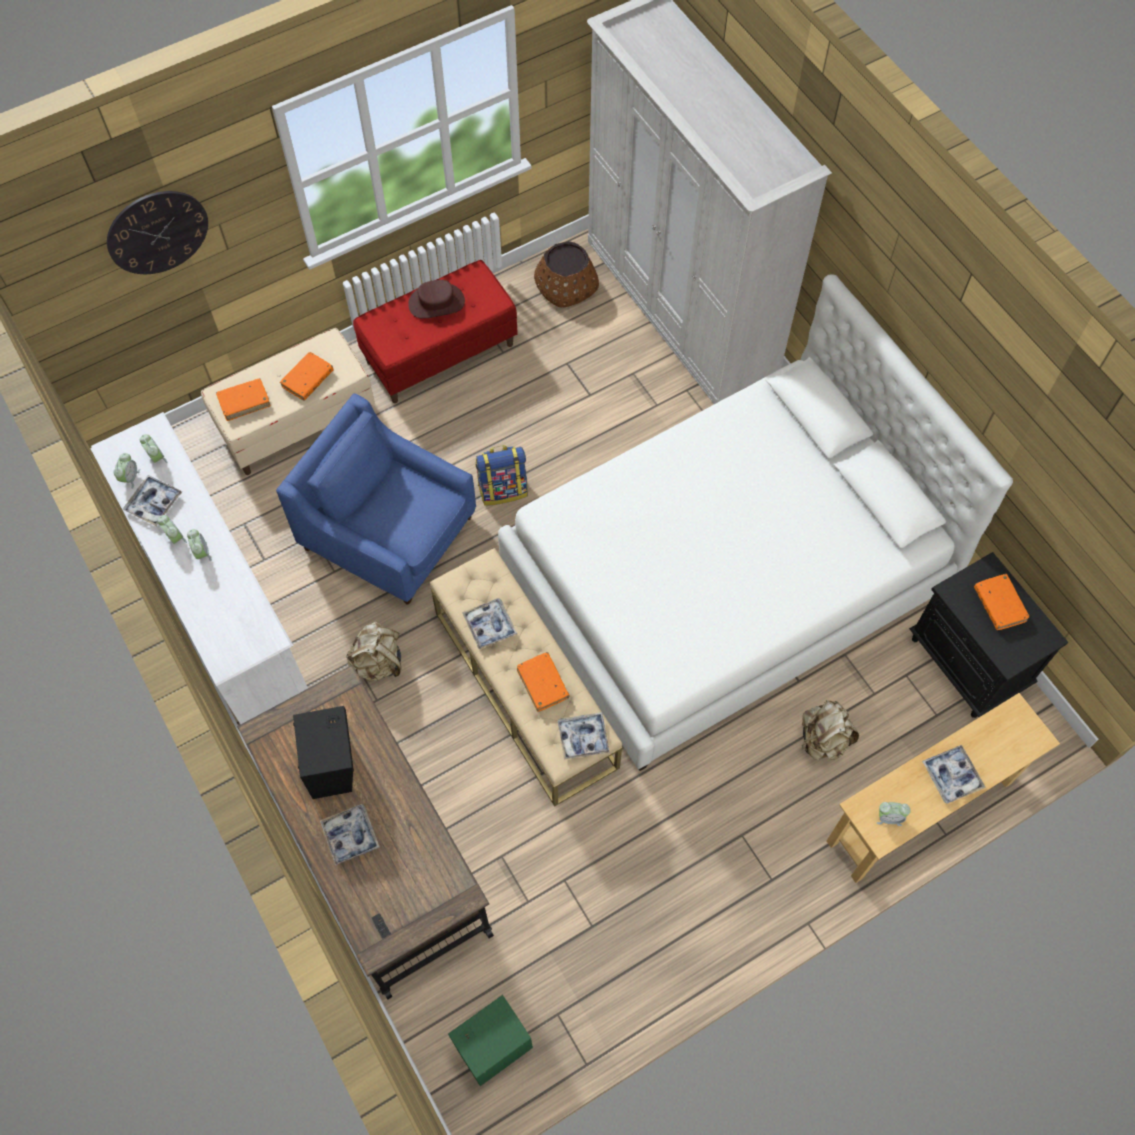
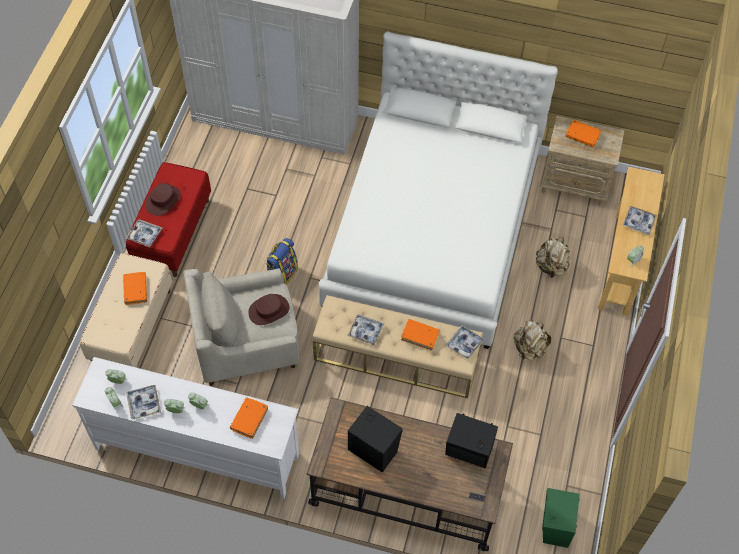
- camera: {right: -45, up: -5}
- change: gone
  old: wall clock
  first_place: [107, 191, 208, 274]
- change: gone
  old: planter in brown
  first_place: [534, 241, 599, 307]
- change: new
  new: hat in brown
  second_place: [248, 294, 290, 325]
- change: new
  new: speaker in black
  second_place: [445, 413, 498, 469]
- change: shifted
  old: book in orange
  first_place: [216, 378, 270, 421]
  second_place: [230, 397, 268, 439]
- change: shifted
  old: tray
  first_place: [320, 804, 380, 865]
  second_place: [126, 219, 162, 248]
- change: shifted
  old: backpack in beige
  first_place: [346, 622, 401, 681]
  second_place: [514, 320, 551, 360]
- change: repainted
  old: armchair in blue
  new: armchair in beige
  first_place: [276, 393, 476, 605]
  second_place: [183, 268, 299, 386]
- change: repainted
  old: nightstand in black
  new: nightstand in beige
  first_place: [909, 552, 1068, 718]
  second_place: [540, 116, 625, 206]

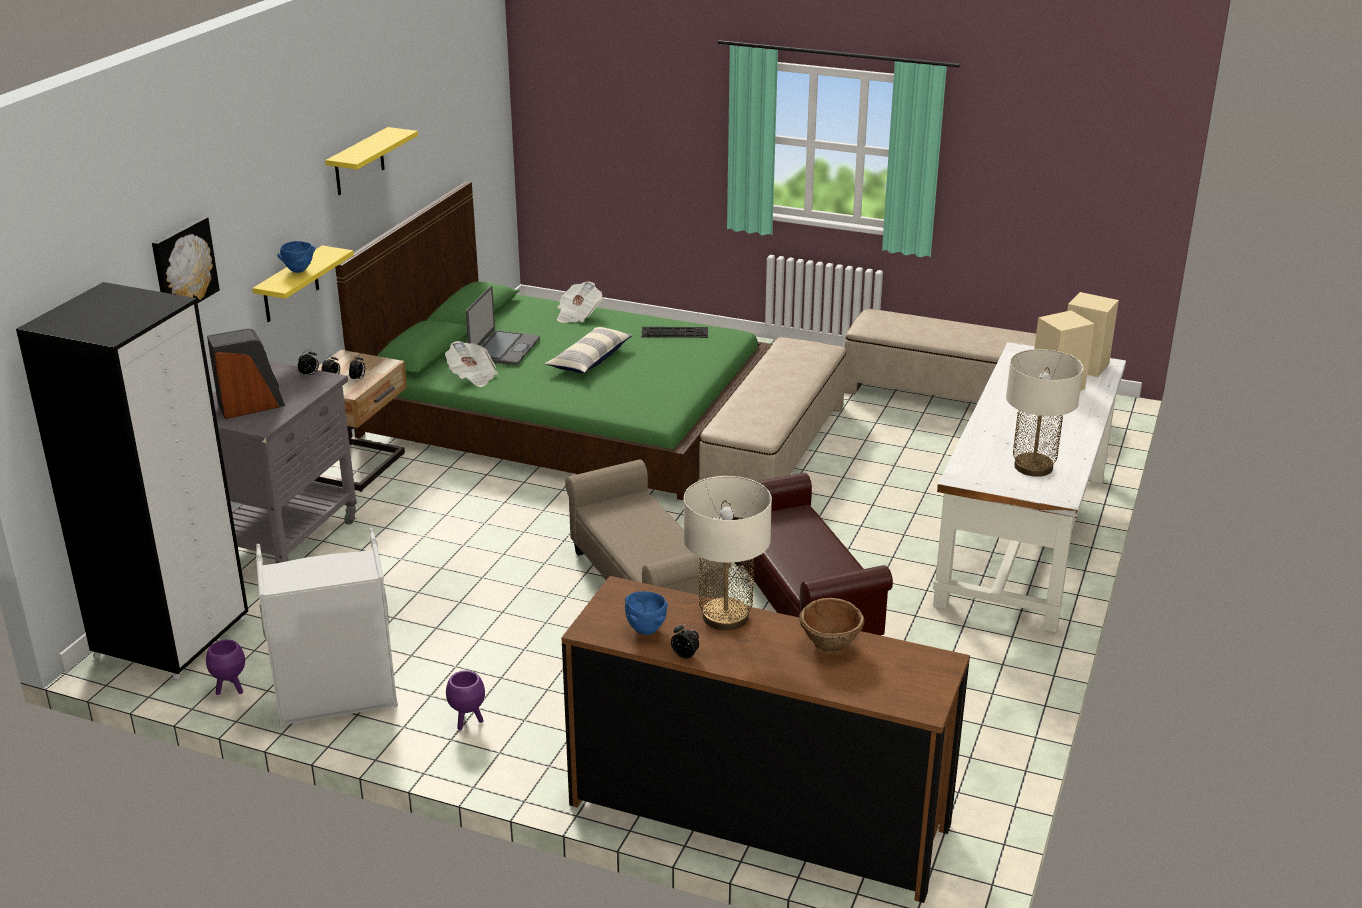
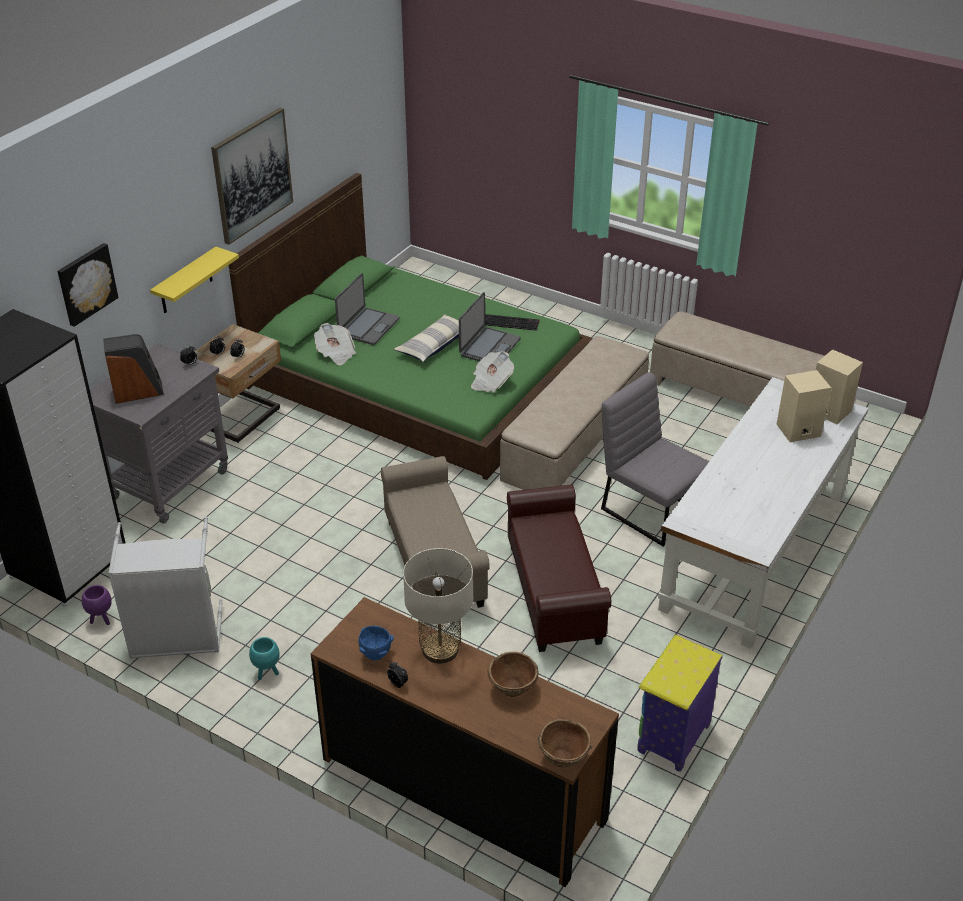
- camera: {right: 10, up: 10}
- change: gone
  old: bowl in blue
  first_place: [278, 241, 316, 273]
- change: gone
  old: table lamp
  first_place: [1006, 349, 1084, 477]
- change: new
  new: laptop
  second_place: [459, 292, 521, 361]
- change: new
  new: bowl in brown
  second_place: [538, 719, 592, 767]
- change: new
  new: chair in grey
  second_place: [601, 372, 709, 546]
- change: new
  new: nightstand
  second_place: [637, 635, 723, 772]
- change: shifted
  old: newspaper
  first_place: [557, 282, 602, 323]
  second_place: [471, 351, 514, 393]
- change: swapped
  old: shelf in yellow
  new: picture
  first_place: [325, 127, 418, 195]
  second_place: [211, 108, 293, 245]
- change: repainted
  old: planter in purple
  new: planter in turquoise
  first_place: [446, 670, 485, 730]
  second_place: [249, 637, 280, 680]

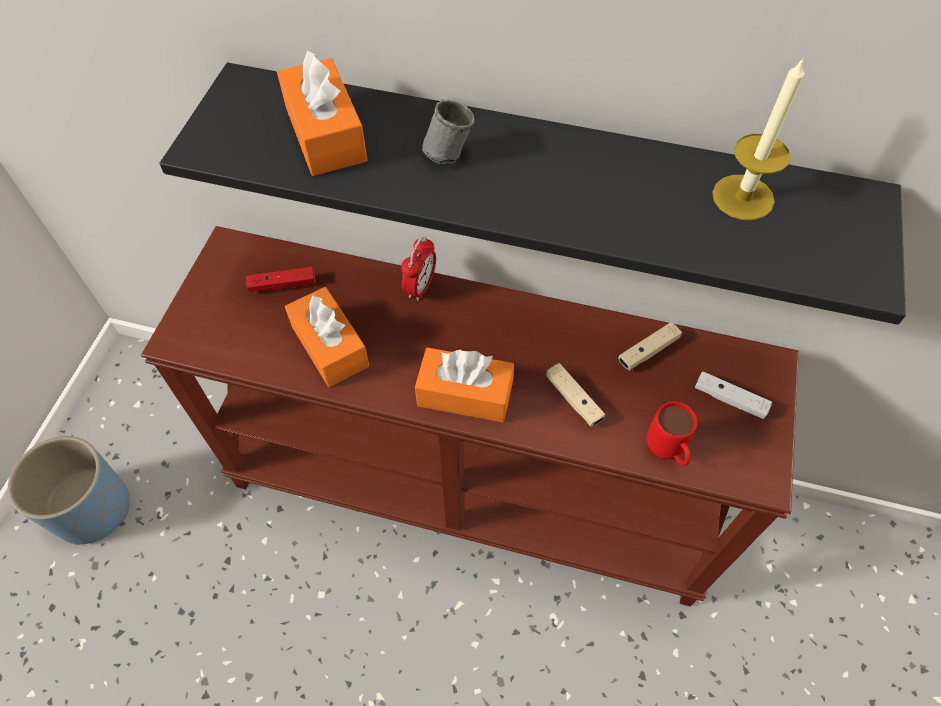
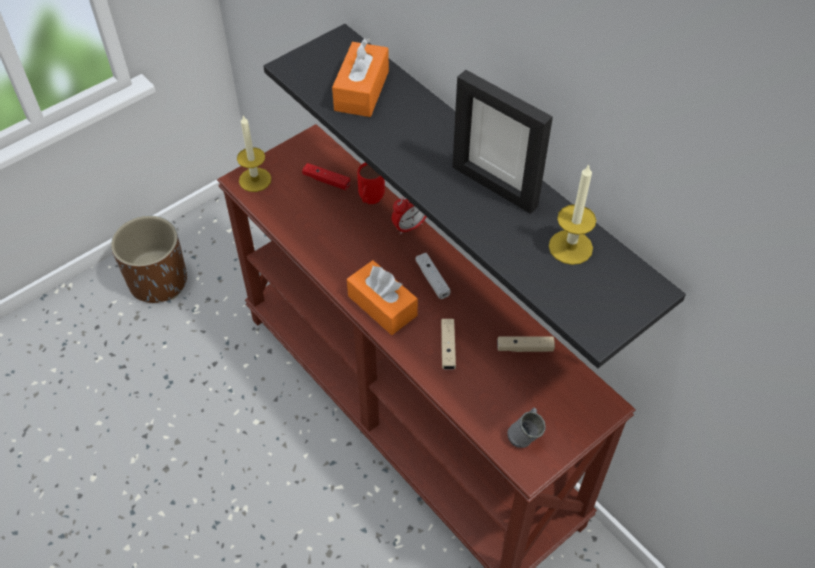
- camera: {right: 35, up: -5}
- change: gone
  old: tissue box in orange
  first_place: [285, 287, 369, 387]
- change: new
  new: candle
  second_place: [237, 116, 271, 192]
- change: new
  new: picture frame
  second_place: [452, 70, 553, 214]
- change: shifted
  old: mug in grey
  first_place: [422, 99, 475, 165]
  second_place: [507, 408, 546, 448]
- change: shifted
  old: mug in red
  first_place: [647, 402, 697, 466]
  second_place: [357, 162, 385, 204]
- change: shifted
  old: game controller in white
  first_place: [695, 371, 772, 419]
  second_place: [415, 253, 451, 299]
- change: repainted
  old: planter in blue
  new: planter in brown
  first_place: [8, 436, 129, 545]
  second_place: [111, 216, 187, 303]

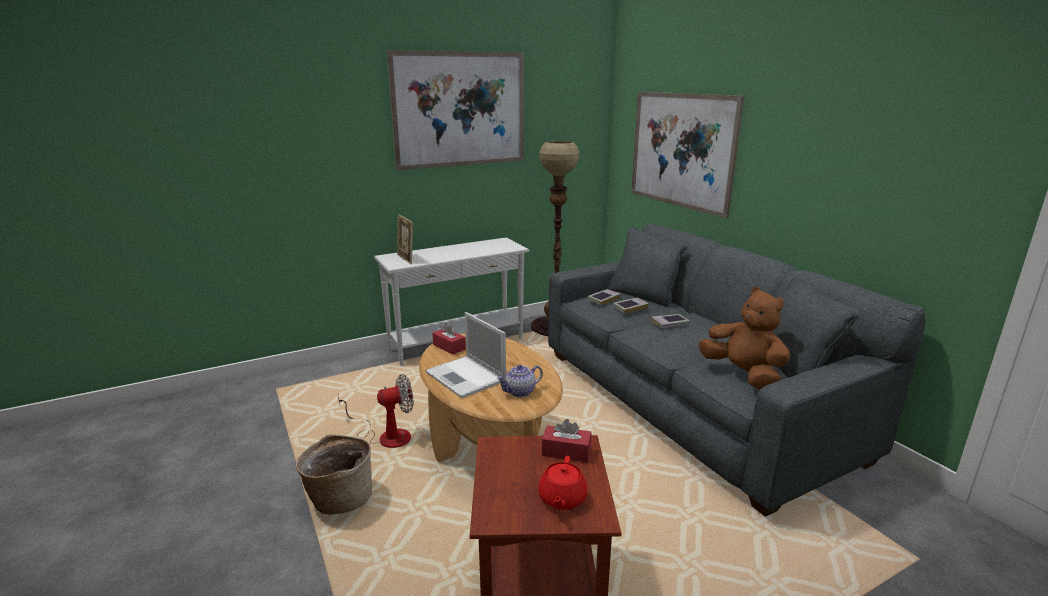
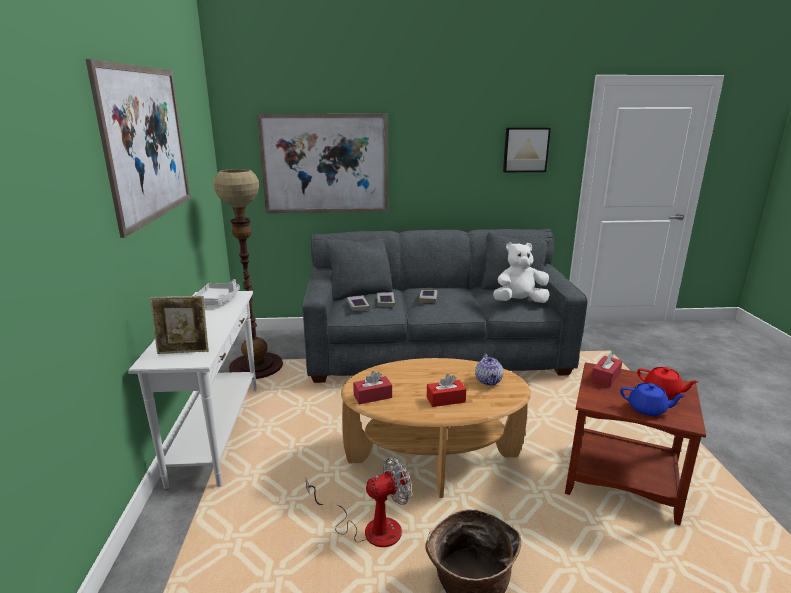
- camera: {right: -65, up: 0}
- change: new
  new: tray in grey
  second_place: [194, 279, 240, 305]
- change: new
  new: picture
  second_place: [503, 127, 551, 172]
- change: new
  new: teapot in blue
  second_place: [620, 383, 686, 416]
- change: swapped
  old: laptop
  new: tissue box in red
  first_place: [425, 312, 506, 398]
  second_place: [427, 374, 466, 407]
- change: repainted
  old: plush toy in brown
  new: plush toy in white
  first_place: [699, 287, 790, 389]
  second_place: [493, 242, 550, 303]
- change: rotated
  old: fan
  first_place: [338, 374, 414, 448]
  second_place: [306, 457, 411, 547]
  degrees: 60

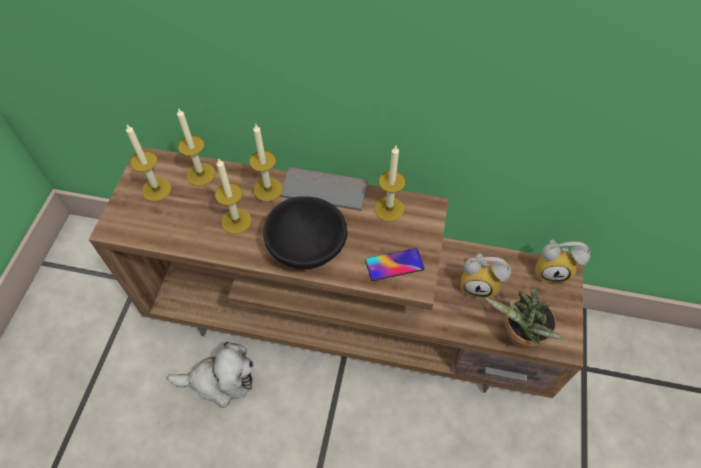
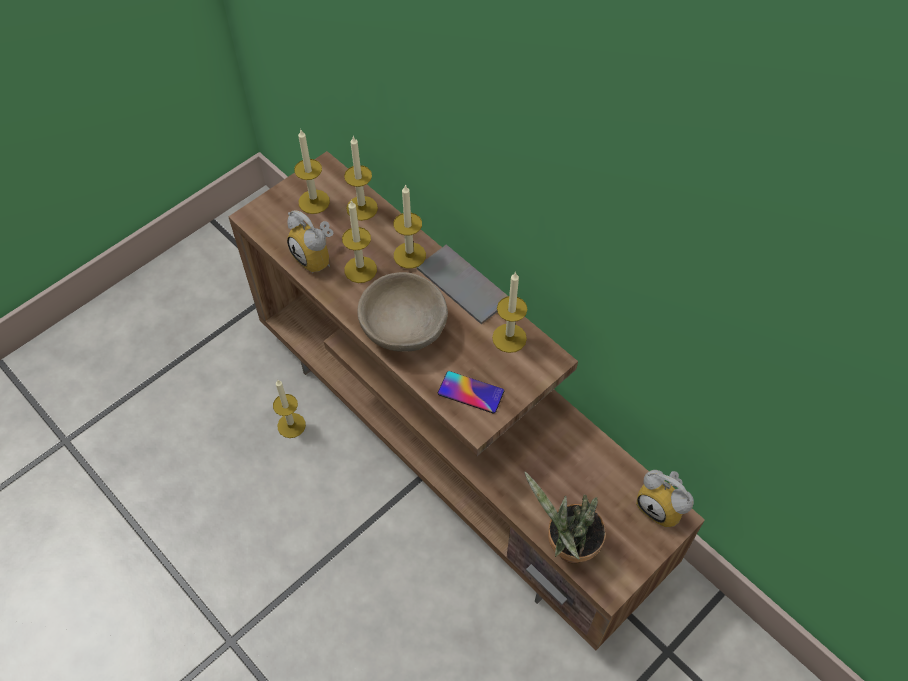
- camera: {right: 35, up: 0}
- change: shifted
  old: alarm clock
  first_place: [460, 253, 511, 298]
  second_place: [287, 210, 333, 273]
- change: swapped
  old: plush toy
  new: candle
  first_place: [167, 342, 254, 408]
  second_place: [273, 379, 306, 438]
- change: repainted
  old: bowl in black
  new: bowl in beige
  first_place: [263, 196, 347, 269]
  second_place: [357, 272, 448, 352]

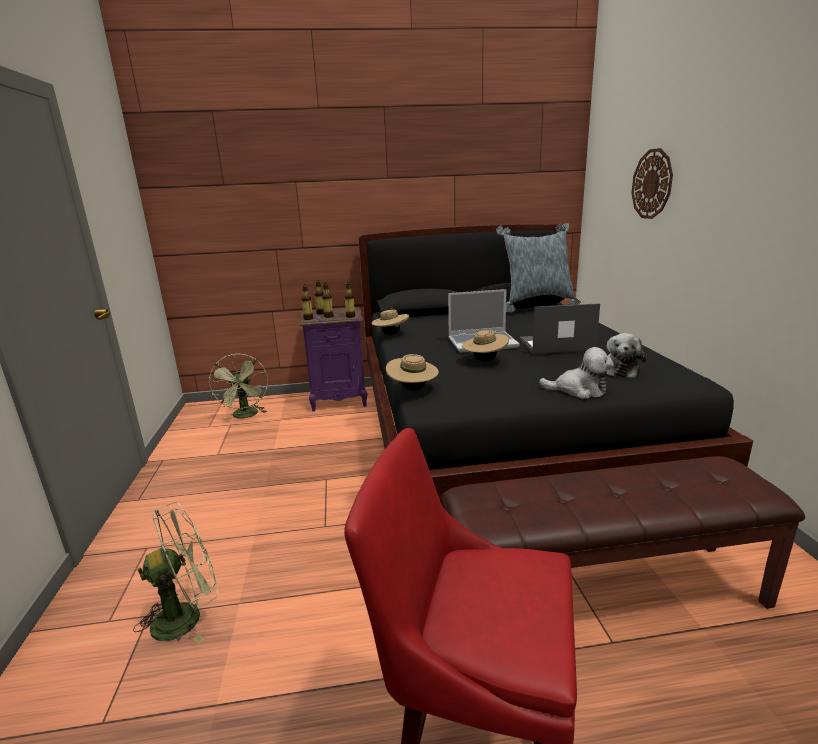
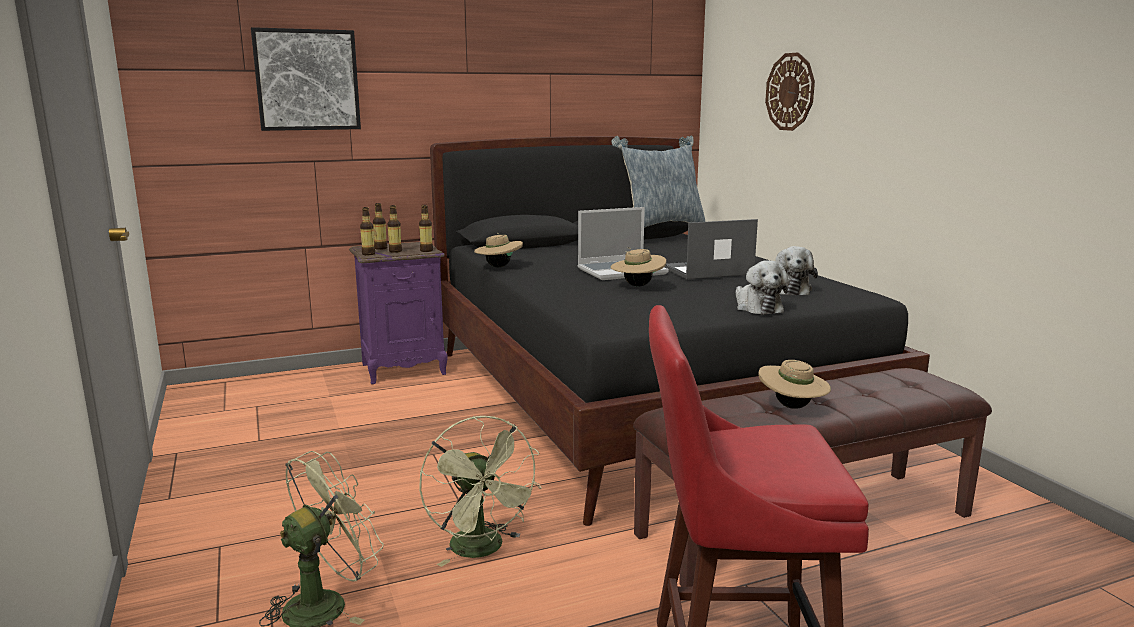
- camera: {right: -15, up: -5}
- change: new
  new: picture
  second_place: [251, 27, 361, 131]
- change: shifted
  old: fan in green
  first_place: [209, 354, 268, 420]
  second_place: [419, 416, 542, 567]
- change: shifted
  old: hat in beige
  first_place: [386, 354, 439, 391]
  second_place: [758, 360, 831, 409]
- change: rotated
  old: plush toy
  first_place: [539, 347, 614, 399]
  second_place: [736, 260, 788, 315]
  degrees: 75

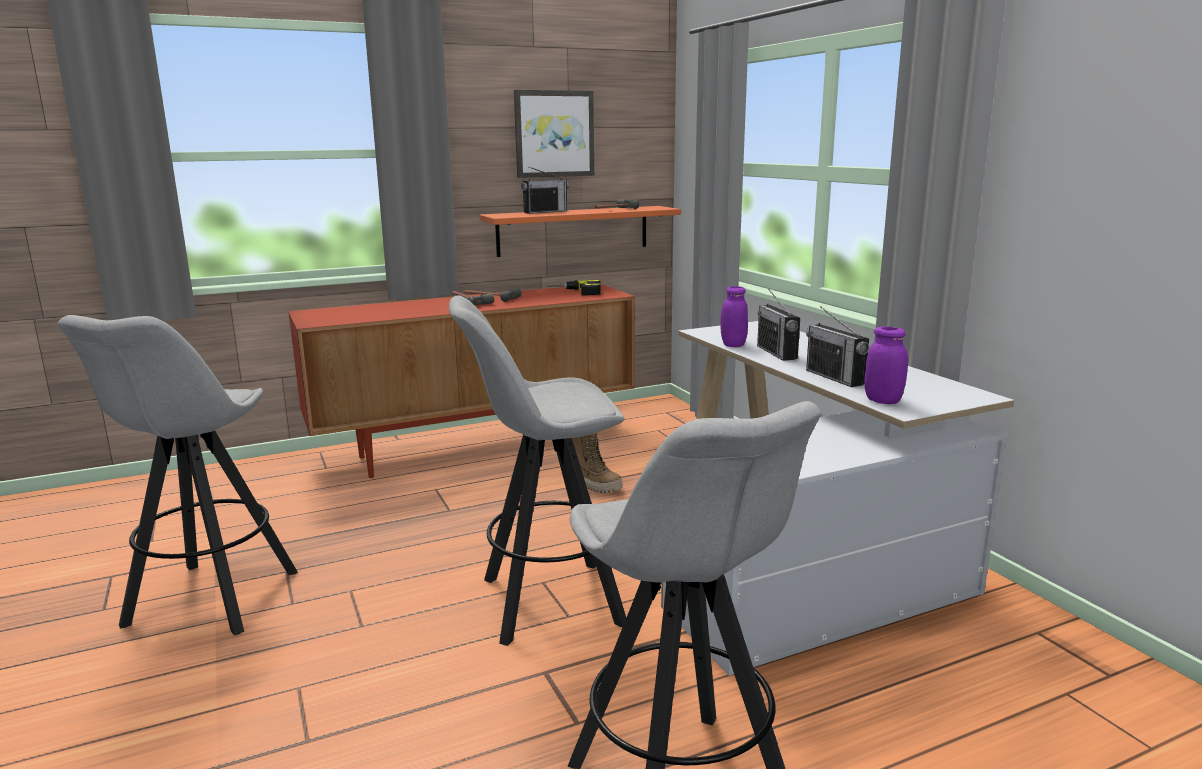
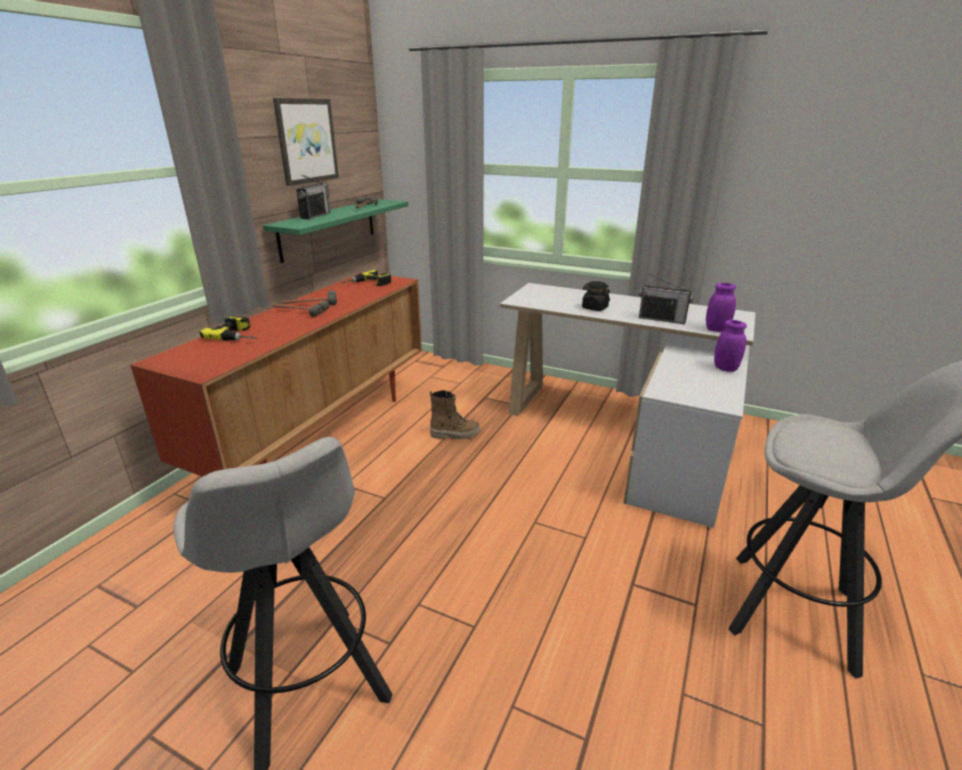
- camera: {right: -40, up: 10}
- change: gone
  old: stool in grey
  first_place: [449, 295, 626, 646]
- change: new
  new: power drill
  second_place: [200, 316, 257, 341]
- change: shifted
  old: jar in purple
  first_place: [720, 286, 748, 347]
  second_place: [714, 320, 747, 372]
- change: swapped
  old: radio
  new: jar in black
  first_place: [757, 288, 800, 361]
  second_place: [582, 281, 610, 311]
- change: repainted
  old: shelf in orange
  new: shelf in green
  first_place: [479, 206, 681, 257]
  second_place: [263, 199, 408, 263]

